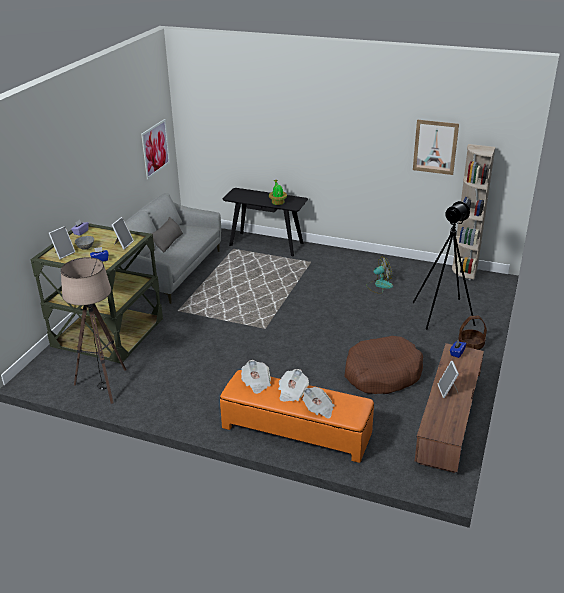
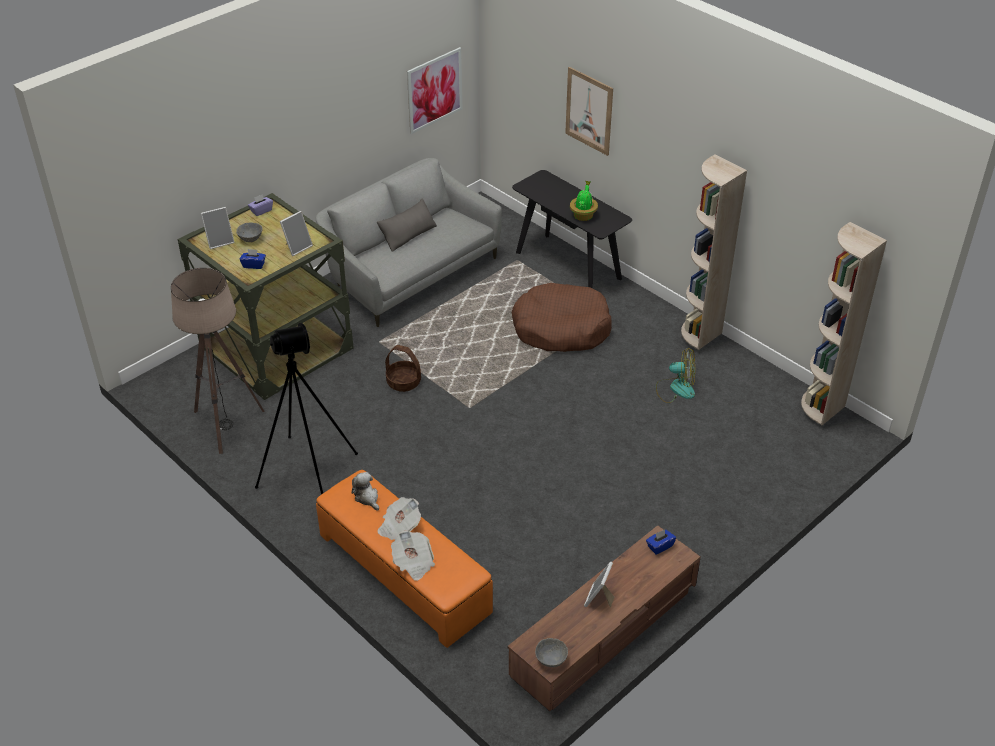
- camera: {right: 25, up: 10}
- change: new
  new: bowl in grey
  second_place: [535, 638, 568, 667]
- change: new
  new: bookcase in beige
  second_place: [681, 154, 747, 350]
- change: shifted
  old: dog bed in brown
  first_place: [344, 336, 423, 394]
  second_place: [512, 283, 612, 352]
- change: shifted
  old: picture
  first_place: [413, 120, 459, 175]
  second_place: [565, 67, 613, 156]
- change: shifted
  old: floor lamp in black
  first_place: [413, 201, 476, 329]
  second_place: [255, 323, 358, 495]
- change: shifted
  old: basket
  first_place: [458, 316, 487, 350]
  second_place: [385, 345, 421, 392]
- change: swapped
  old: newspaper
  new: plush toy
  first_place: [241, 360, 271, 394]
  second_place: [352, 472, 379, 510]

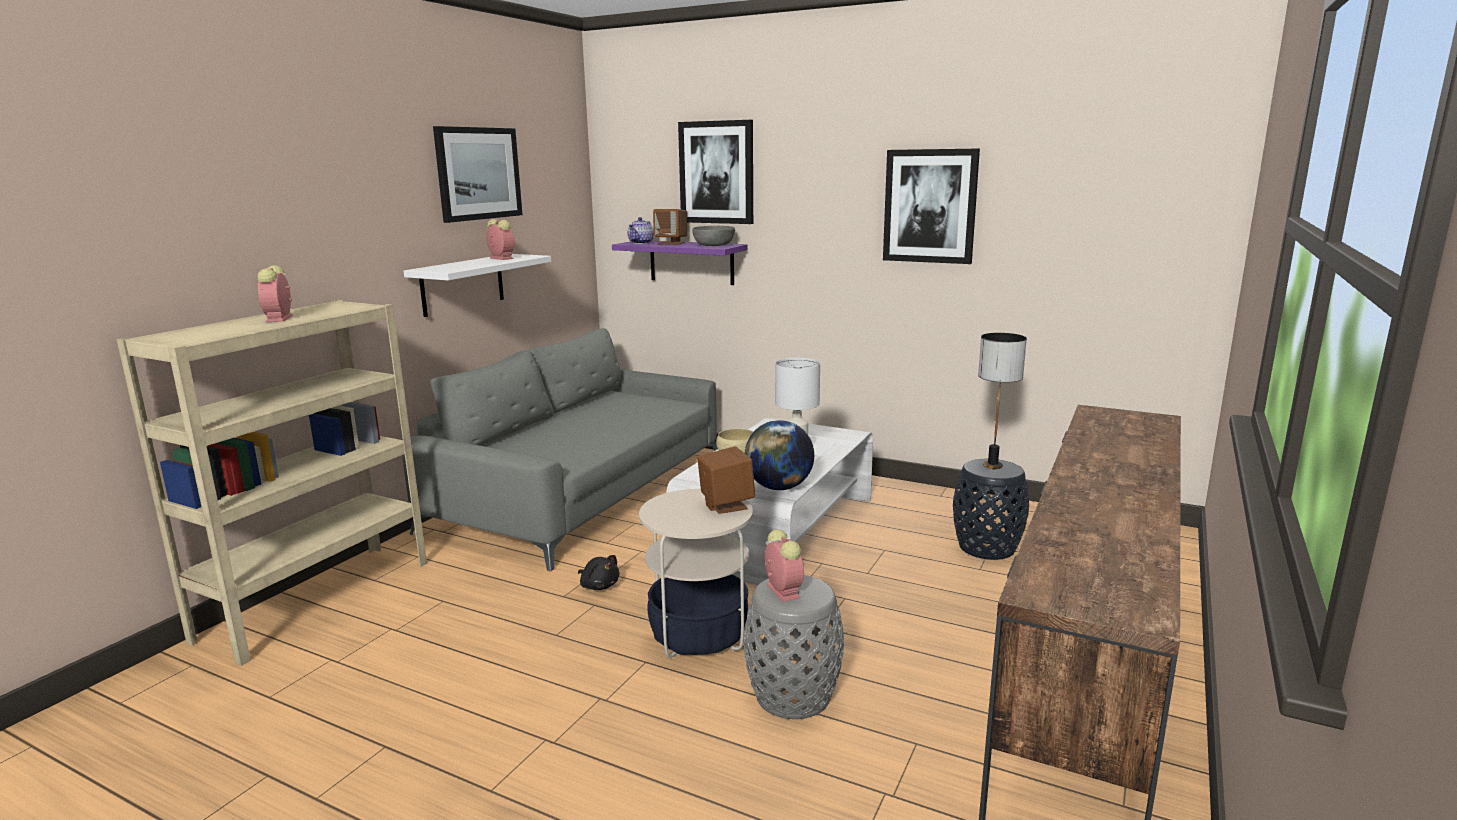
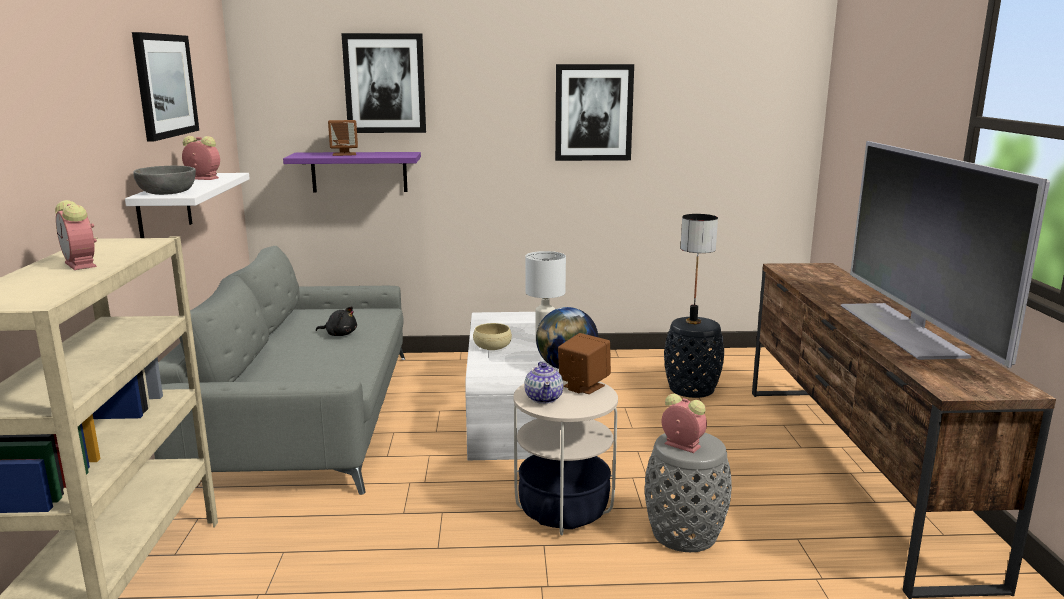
- camera: {right: -30, up: 0}
- change: new
  new: television
  second_place: [840, 141, 1050, 368]
- change: shifted
  old: plush toy in black
  first_place: [578, 555, 619, 590]
  second_place: [316, 306, 357, 336]
- change: shifted
  old: teapot
  first_place: [628, 217, 654, 244]
  second_place: [524, 361, 563, 404]
- change: shifted
  old: bowl in grey
  first_place: [692, 226, 735, 246]
  second_place: [133, 166, 196, 195]

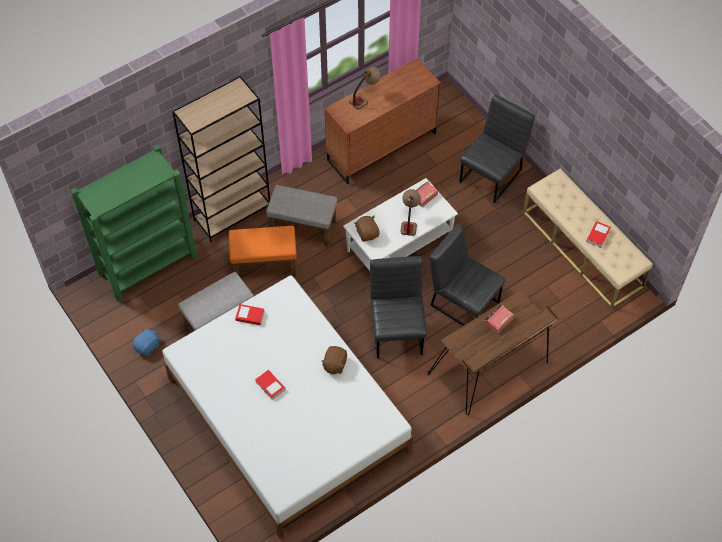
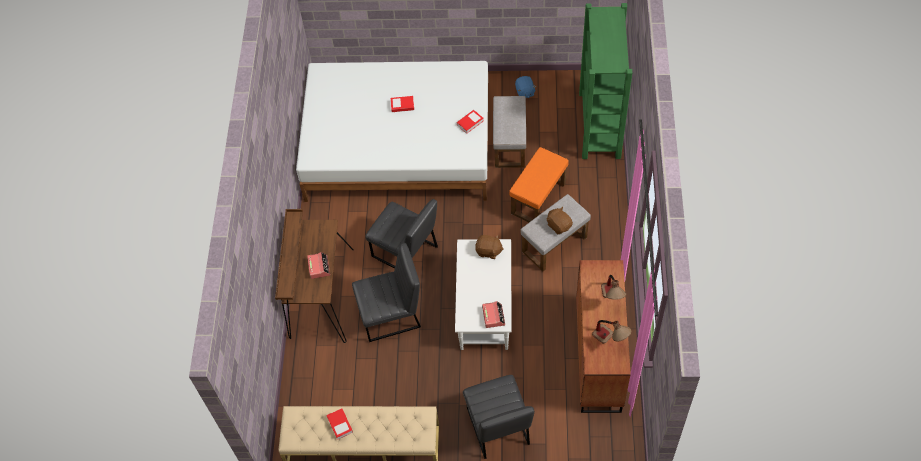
- camera: {right: 130, up: 0}
- change: gone
  old: bookcase in beige
  first_place: [172, 76, 270, 242]
- change: shifted
  old: plush toy in brown
  first_place: [322, 346, 347, 375]
  second_place: [546, 207, 573, 234]
- change: shifted
  old: table lamp
  first_place: [400, 189, 421, 236]
  second_place: [592, 320, 631, 343]

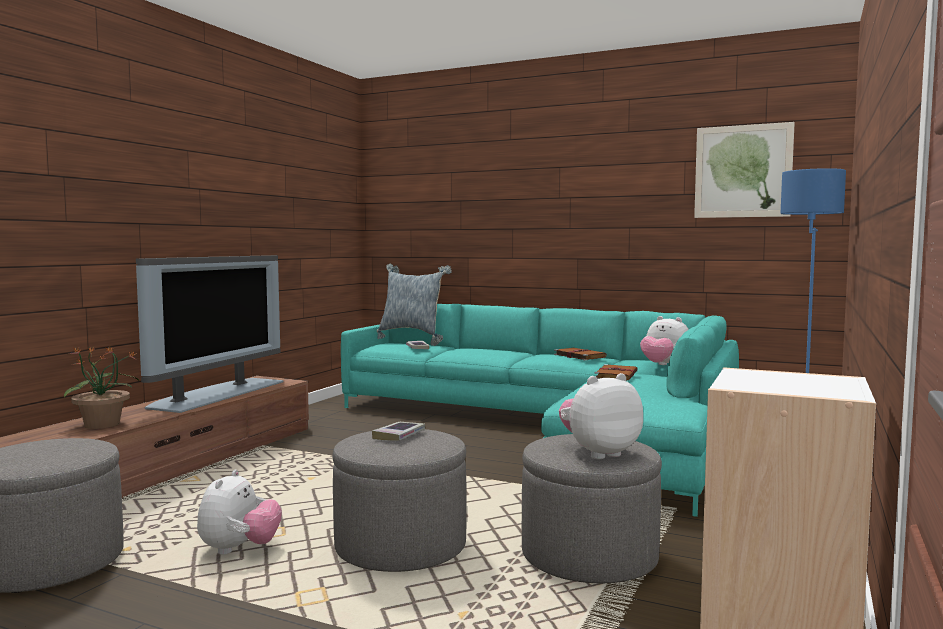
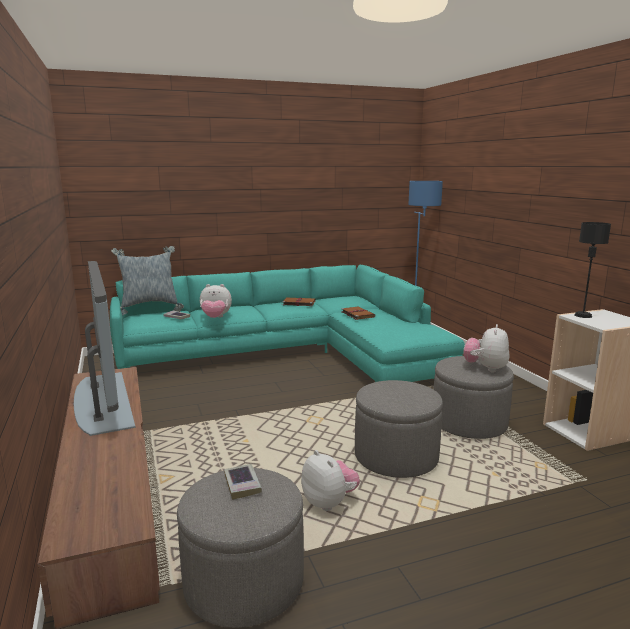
- camera: {right: -45, up: 10}
- change: gone
  old: potted plant
  first_place: [64, 347, 139, 429]
- change: gone
  old: picture
  first_place: [694, 122, 795, 218]
- change: new
  new: table lamp in black
  second_place: [574, 222, 611, 318]
- change: shifted
  old: book
  first_place: [372, 422, 425, 441]
  second_place: [224, 464, 262, 500]
- change: shifted
  old: plush toy
  first_place: [640, 316, 689, 365]
  second_place: [200, 284, 232, 318]

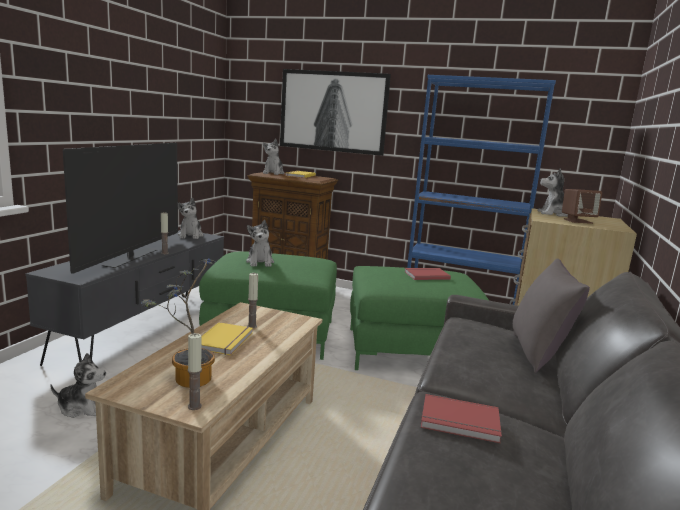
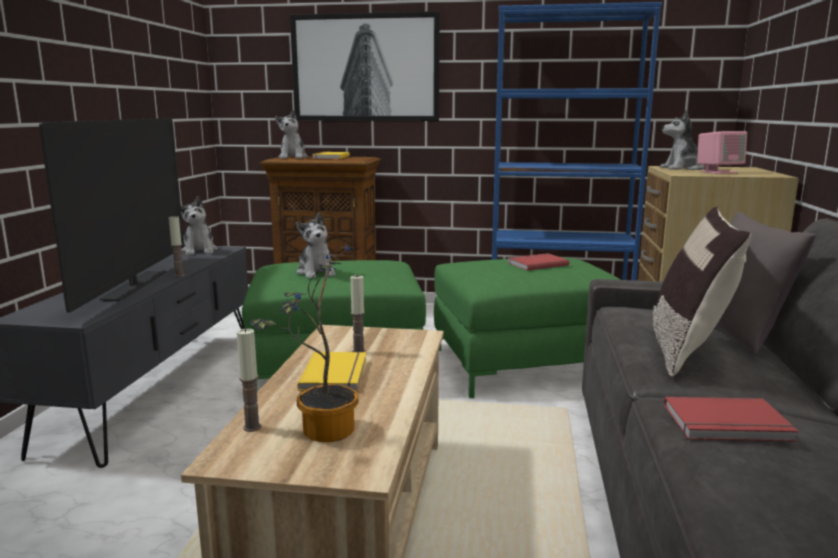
- camera: {right: -10, up: 0}
- change: gone
  old: plush toy
  first_place: [50, 353, 106, 418]
- change: new
  new: pillow
  second_place: [653, 207, 751, 377]
- change: shifted
  old: candle
  first_place: [188, 333, 202, 410]
  second_place: [237, 328, 261, 432]
- change: repainted
  old: speaker in brown
  new: speaker in pink
  first_place: [562, 189, 602, 224]
  second_place: [697, 131, 747, 174]

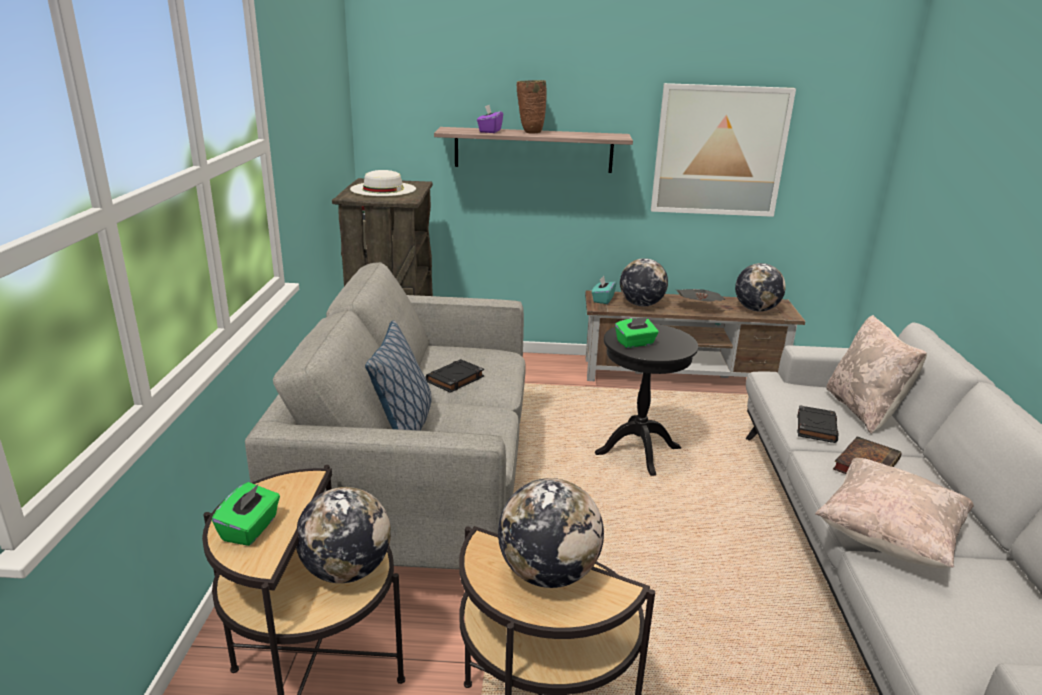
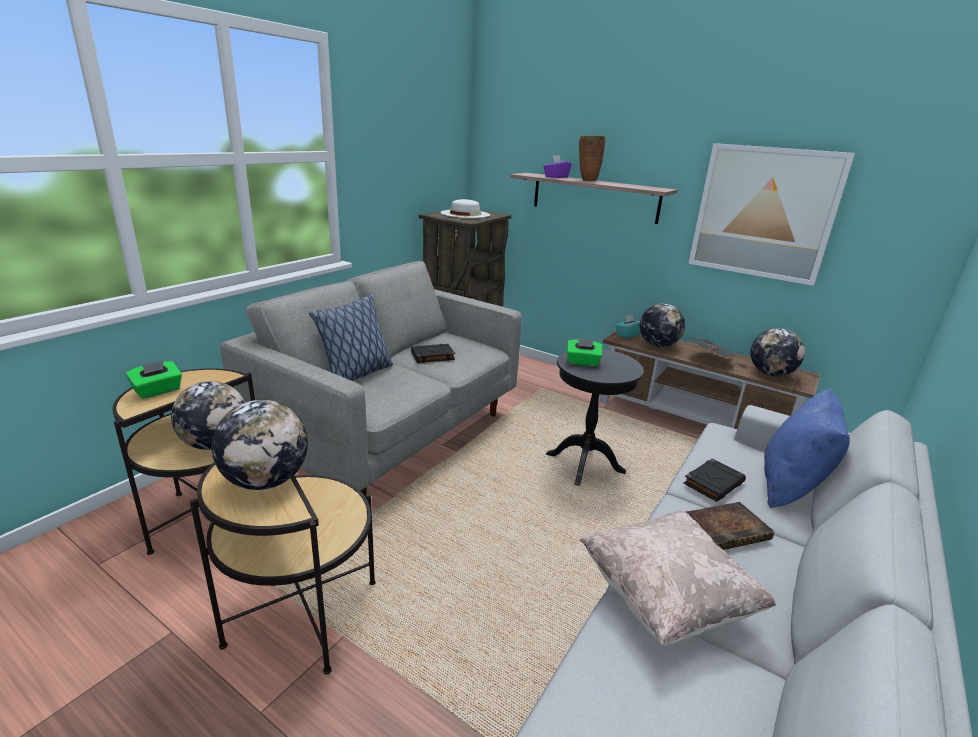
- camera: {right: 30, up: 0}
- change: repainted
  old: pillow in beige
  new: pillow in blue
  first_place: [826, 315, 927, 434]
  second_place: [764, 389, 850, 508]

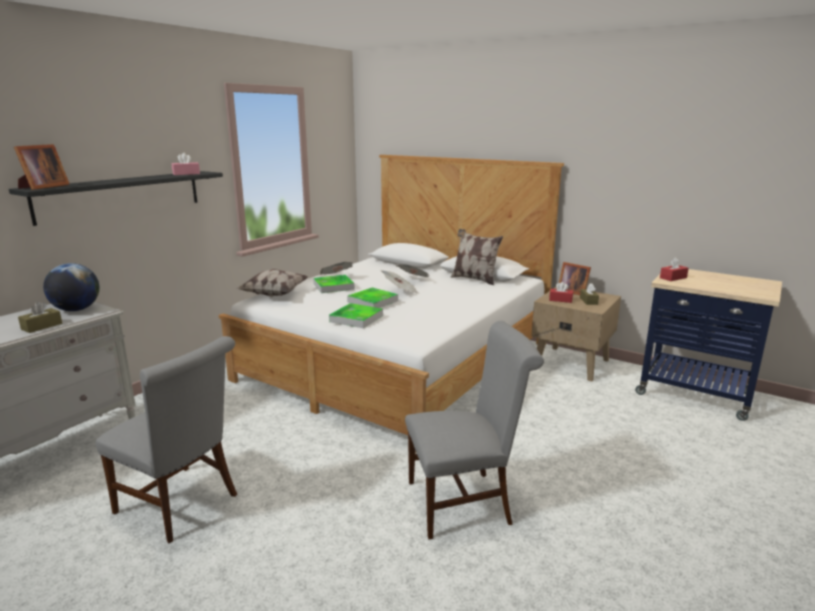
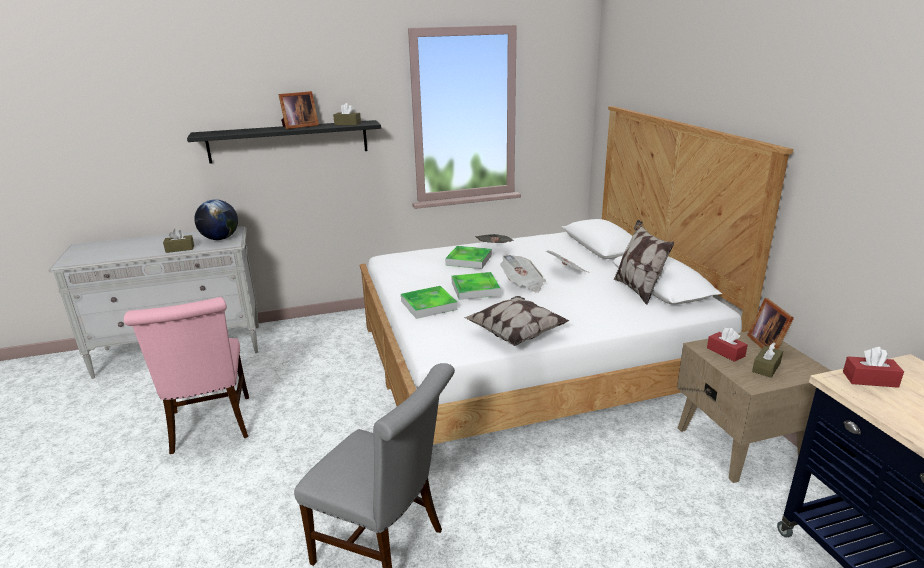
- camera: {right: 40, up: 5}
- change: shifted
  old: picture frame
  first_place: [14, 144, 69, 190]
  second_place: [279, 91, 319, 129]
- change: shifted
  old: pillow
  first_place: [236, 269, 307, 297]
  second_place: [464, 296, 569, 346]
- change: repainted
  old: chair in grey
  new: chair in pink
  first_place: [96, 336, 237, 544]
  second_place: [124, 297, 249, 454]
- change: repainted
  old: tissue box in pink
  new: tissue box in brown
  first_place: [172, 153, 200, 175]
  second_place: [333, 103, 361, 125]

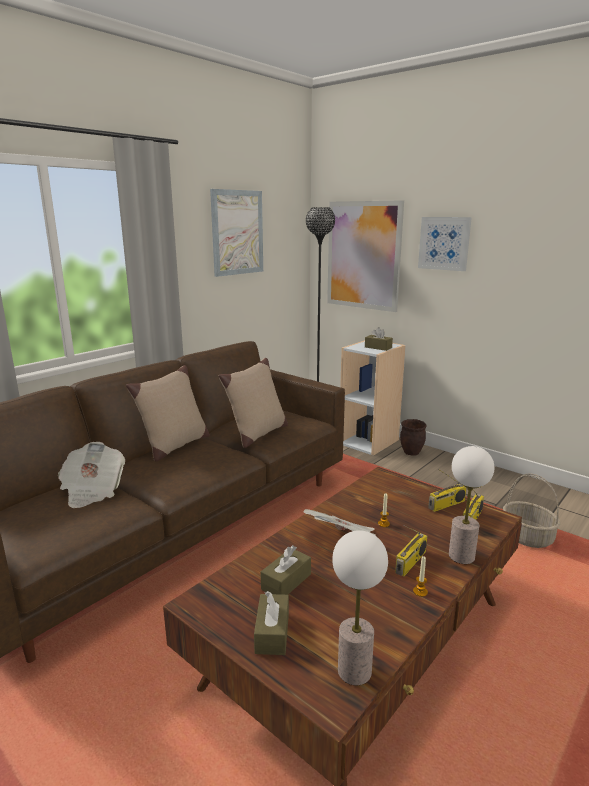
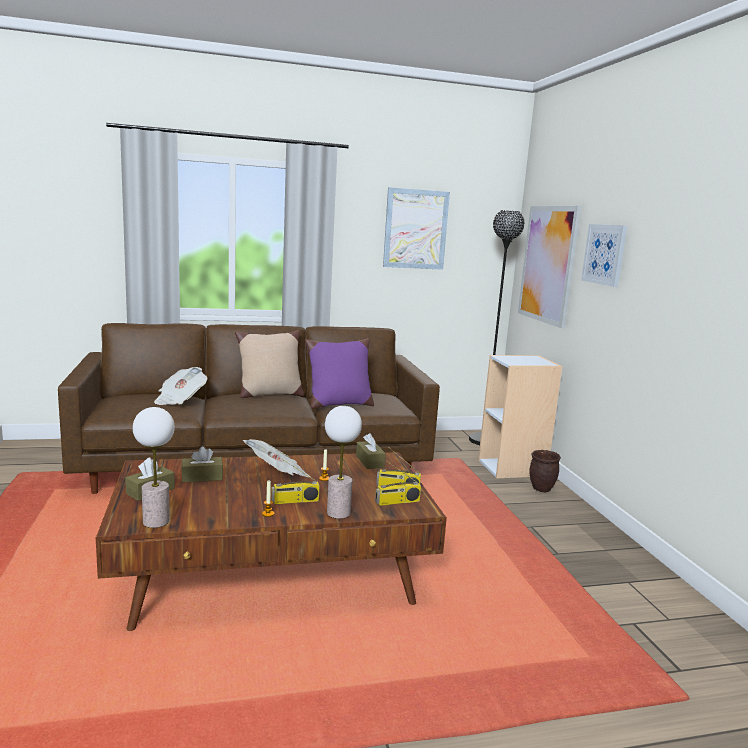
- camera: {right: 35, up: -5}
- change: gone
  old: basket
  first_place: [503, 473, 560, 548]
- change: shifted
  old: tissue box in brown
  first_place: [365, 327, 393, 351]
  second_place: [356, 433, 386, 469]
- change: repainted
  old: pillow in beige
  new: pillow in purple
  first_place: [219, 358, 288, 448]
  second_place: [305, 338, 374, 408]

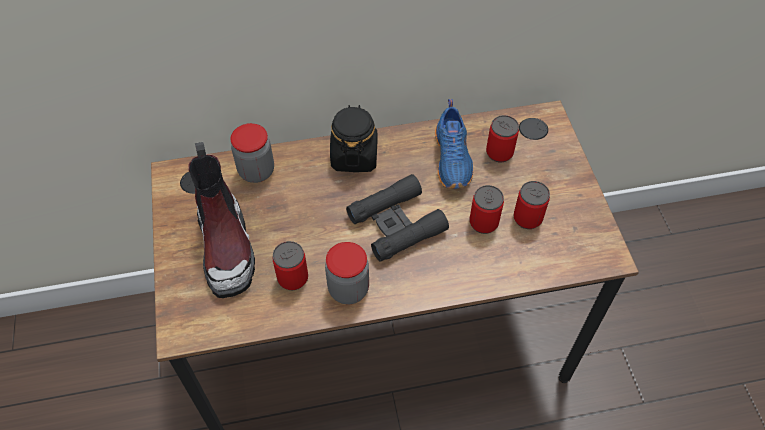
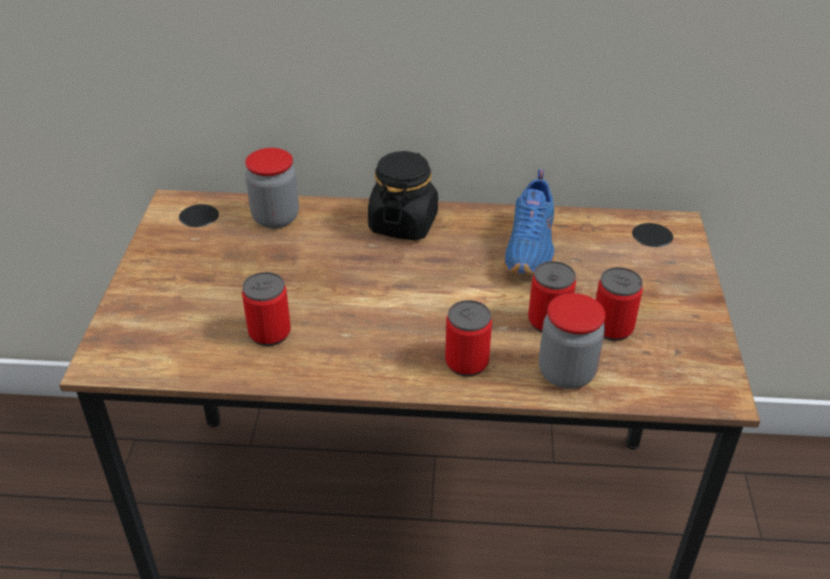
- camera: {right: 15, up: -15}
- change: gone
  old: boot
  first_place: [189, 142, 255, 298]
- change: gone
  old: binoculars in black
  first_place: [346, 174, 449, 262]
- change: shifted
  old: jar
  first_place: [325, 242, 369, 304]
  second_place: [539, 293, 606, 389]
- change: shifted
  old: can
  first_place: [486, 115, 519, 162]
  second_place: [445, 300, 492, 377]

